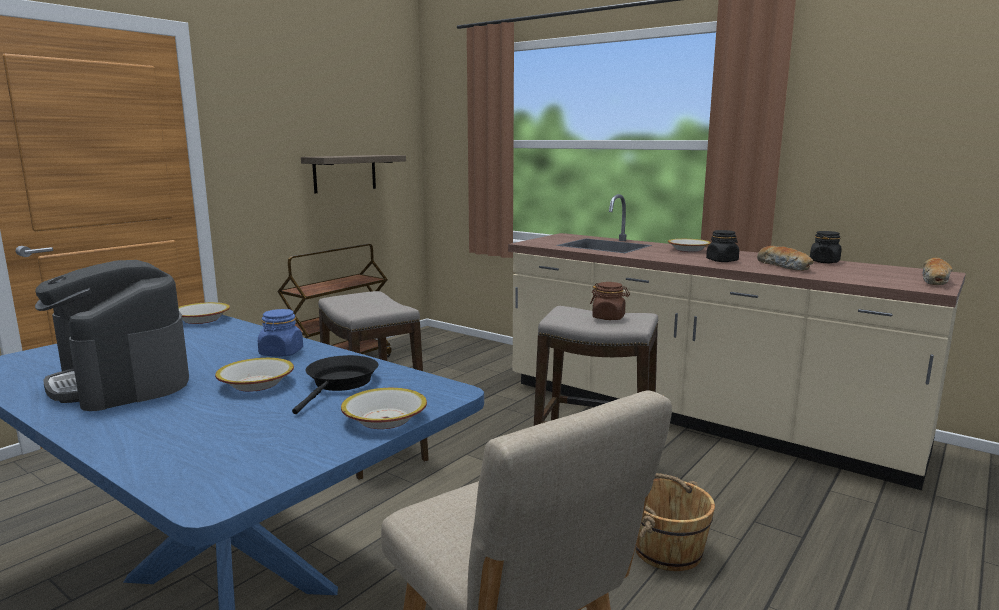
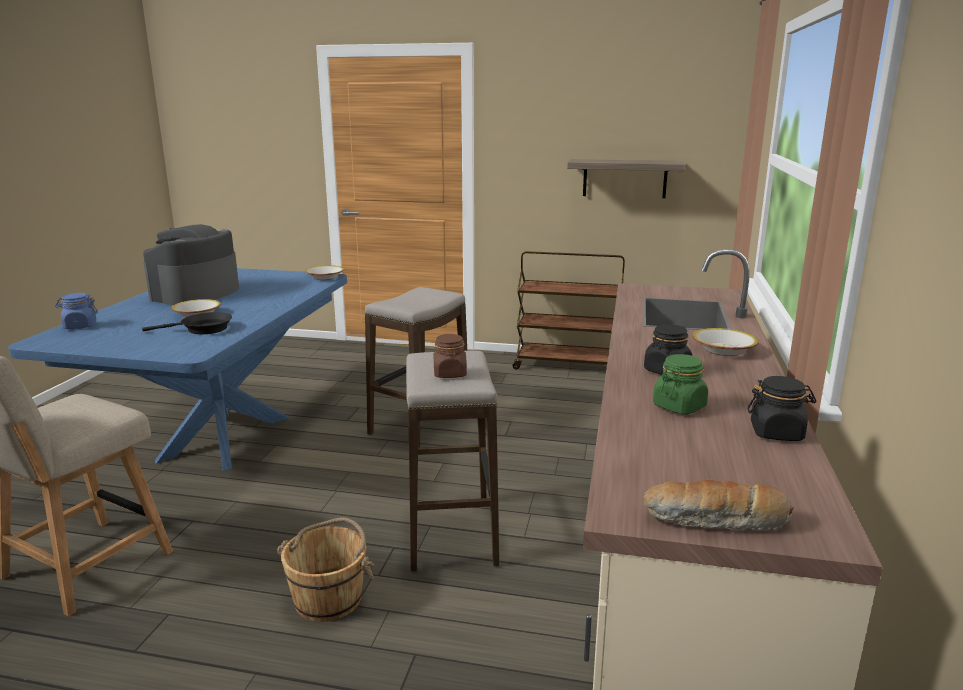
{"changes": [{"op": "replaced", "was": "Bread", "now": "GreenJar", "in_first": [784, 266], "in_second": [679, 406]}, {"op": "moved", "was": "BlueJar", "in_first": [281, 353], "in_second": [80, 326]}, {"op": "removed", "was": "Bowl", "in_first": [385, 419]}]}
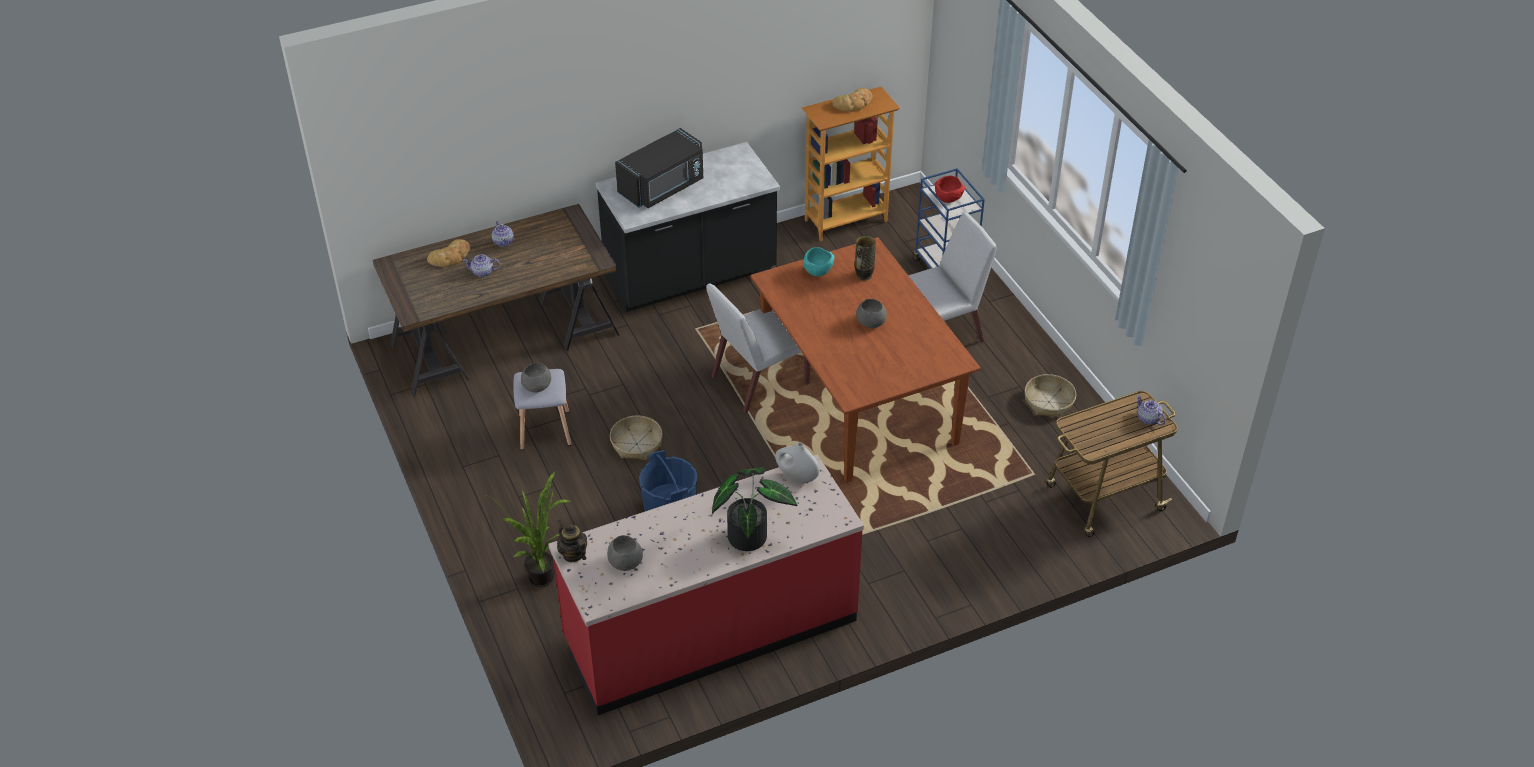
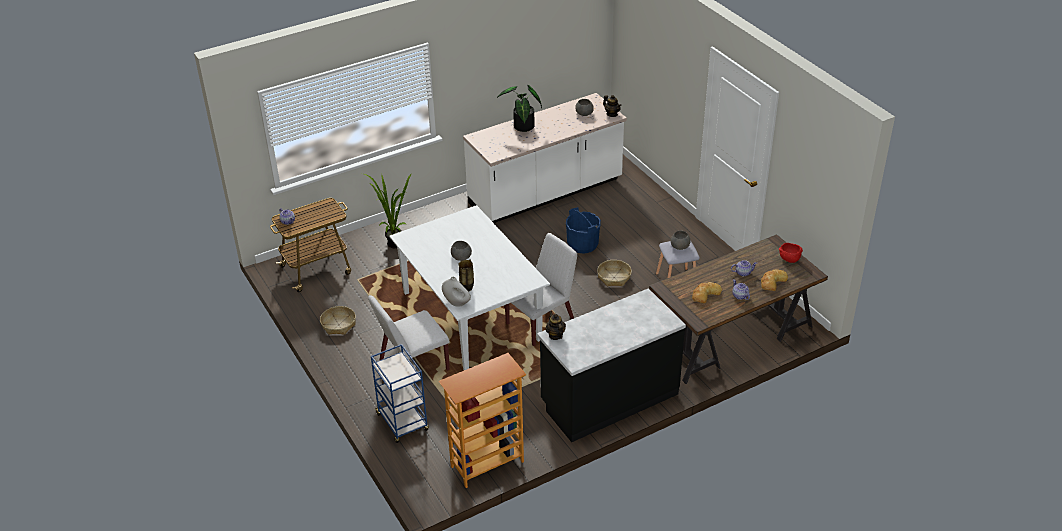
{"changes": [{"op": "moved", "was": "Bread", "in_first": [854, 103], "in_second": [705, 294]}, {"op": "removed", "was": "BlackMicrowave", "in_first": [663, 187]}, {"op": "moved", "was": "RedBowl", "in_first": [948, 199], "in_second": [789, 260]}, {"op": "recoloured", "was": "BrownDiningTable", "now": "WhiteDiningTable", "in_first": [857, 399], "in_second": [472, 316]}, {"op": "removed", "was": "TurquoiseBowl", "in_first": [818, 271]}, {"op": "moved", "was": "WhiteVase", "in_first": [796, 477], "in_second": [457, 303]}, {"op": "recoloured", "was": "RedCounter", "now": "WhiteCounter", "in_first": [710, 630], "in_second": [546, 193]}, {"op": "moved", "was": "PottedPlant", "in_first": [545, 582], "in_second": [392, 242]}, {"op": "added", "now": "Teapot", "in_second": [555, 335]}]}
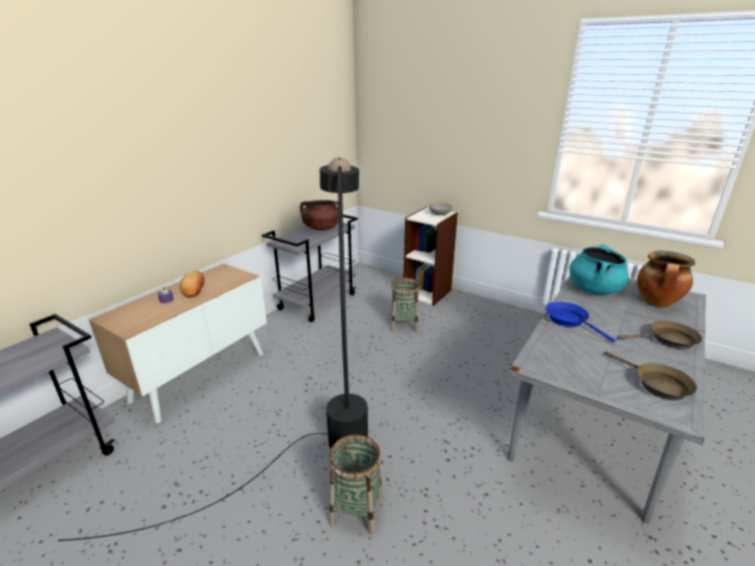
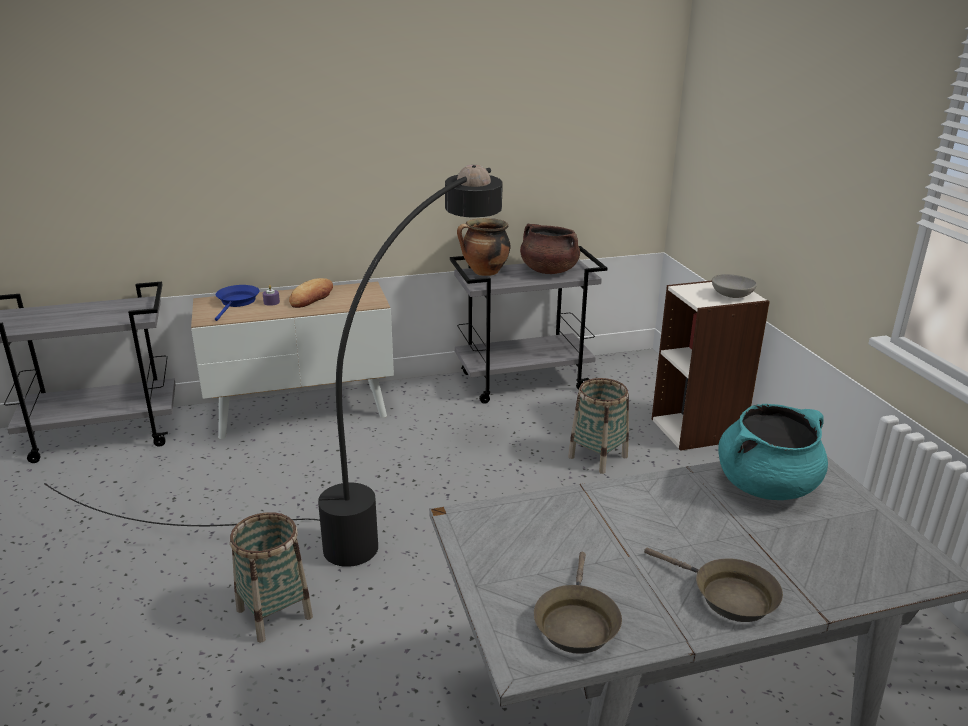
{"changes": [{"op": "moved", "was": "CookingPot", "in_first": [657, 303], "in_second": [484, 272]}, {"op": "moved", "was": "BlueFryingPan", "in_first": [569, 321], "in_second": [237, 302]}]}
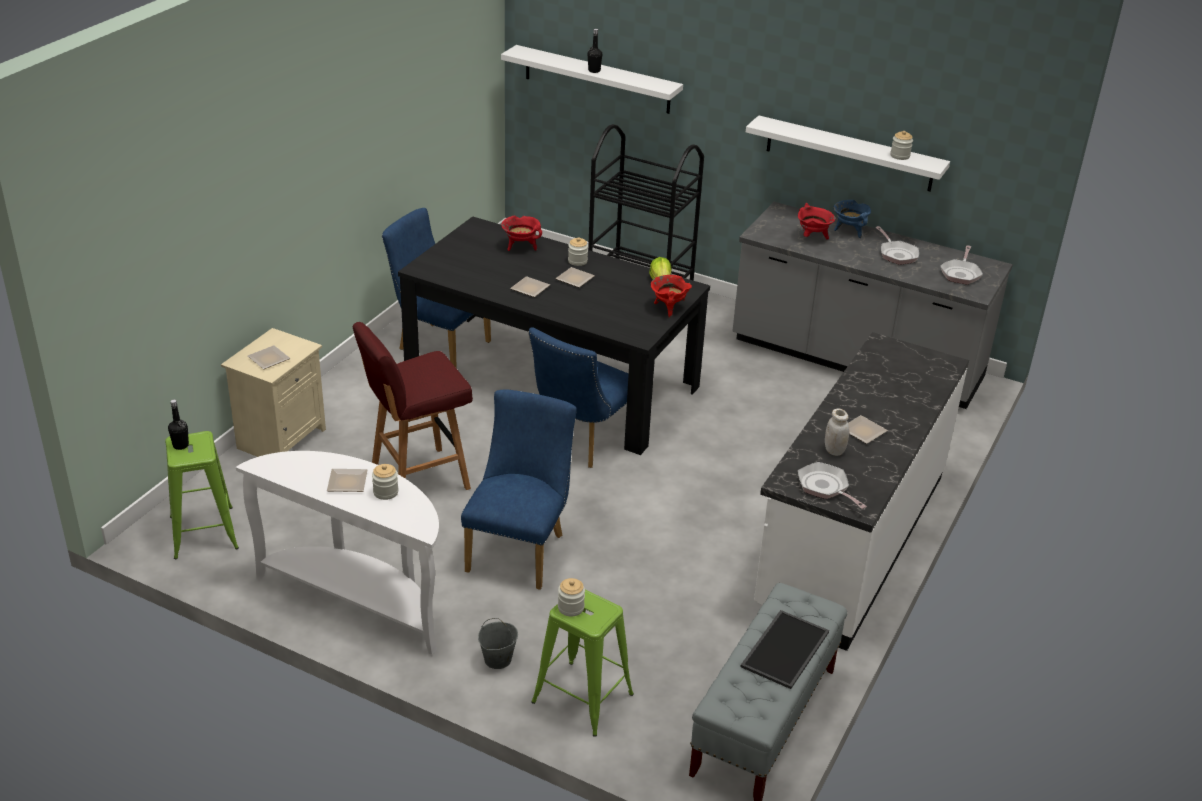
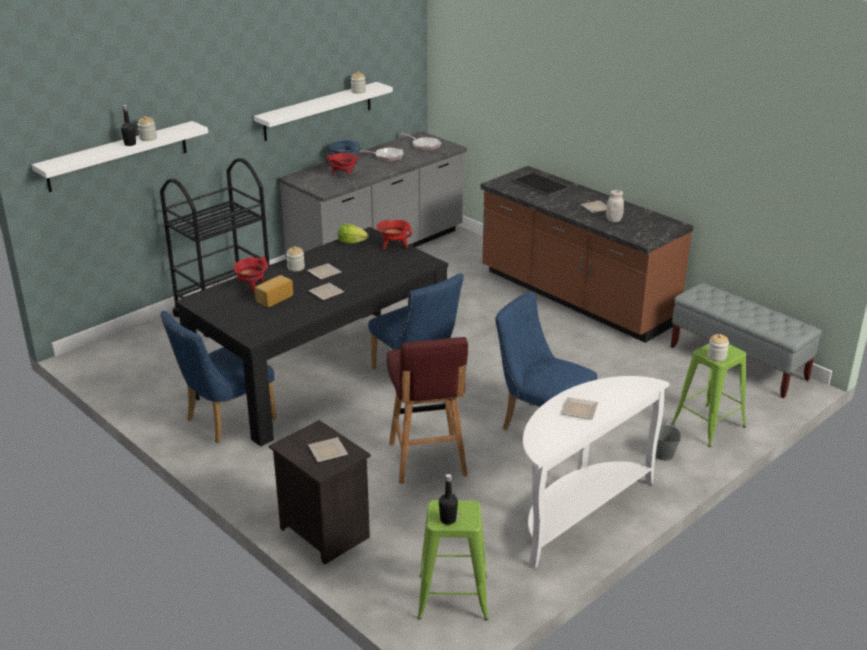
{"changes": [{"op": "recoloured", "was": "BeigeNightstand", "now": "BlackNightstand", "in_first": [281, 438], "in_second": [322, 533]}, {"op": "recoloured", "was": "WhiteCounter", "now": "BrownCounter", "in_first": [850, 541], "in_second": [575, 298]}, {"op": "removed", "was": "FryingPan", "in_first": [825, 487]}, {"op": "moved", "was": "Jar", "in_first": [385, 492], "in_second": [148, 138]}, {"op": "moved", "was": "Tray", "in_first": [784, 648], "in_second": [539, 185]}, {"op": "added", "now": "Bread", "in_second": [273, 298]}]}
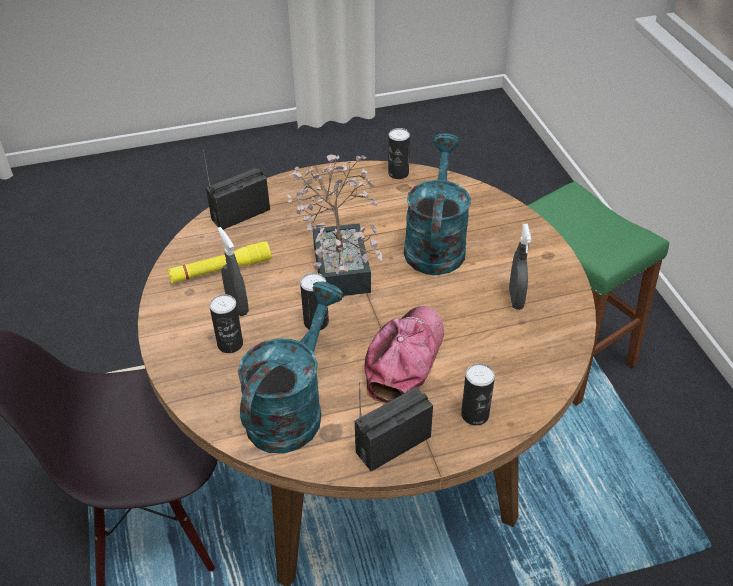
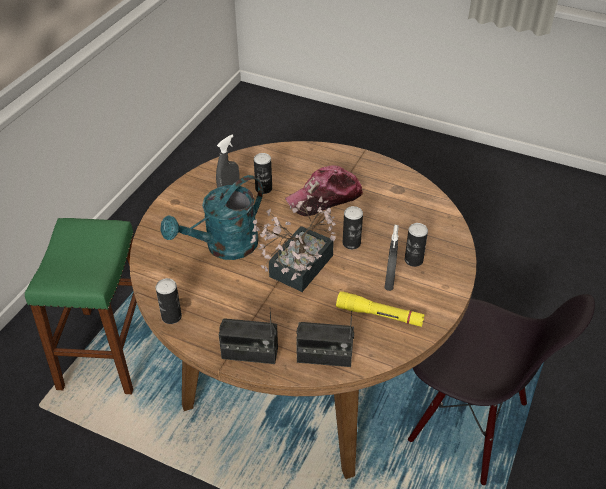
{"changes": [{"op": "removed", "was": "TurquoiseWateringCan", "in_first": [291, 408]}, {"op": "moved", "was": "Can", "in_first": [475, 414], "in_second": [263, 189]}, {"op": "moved", "was": "Radio", "in_first": [393, 444], "in_second": [249, 353]}]}
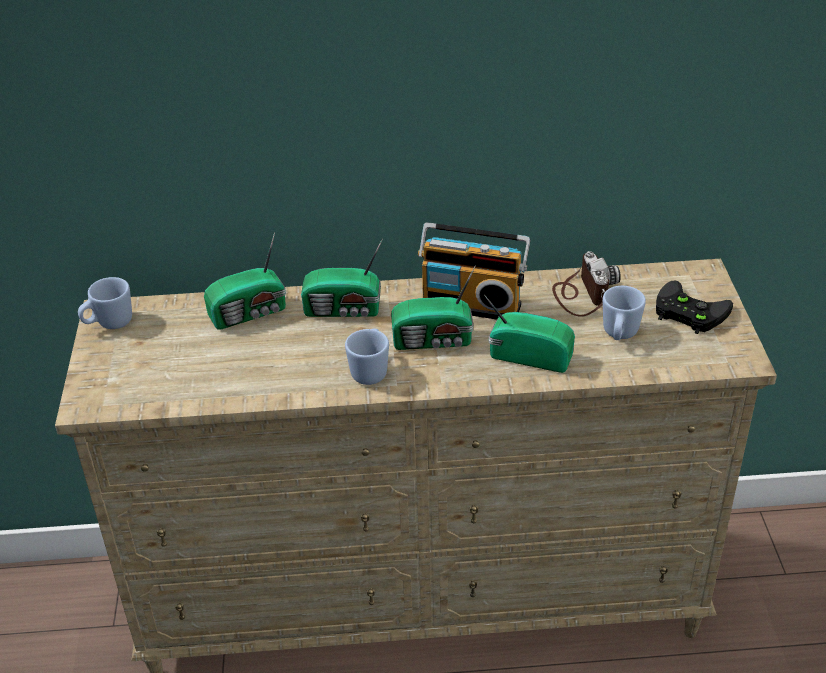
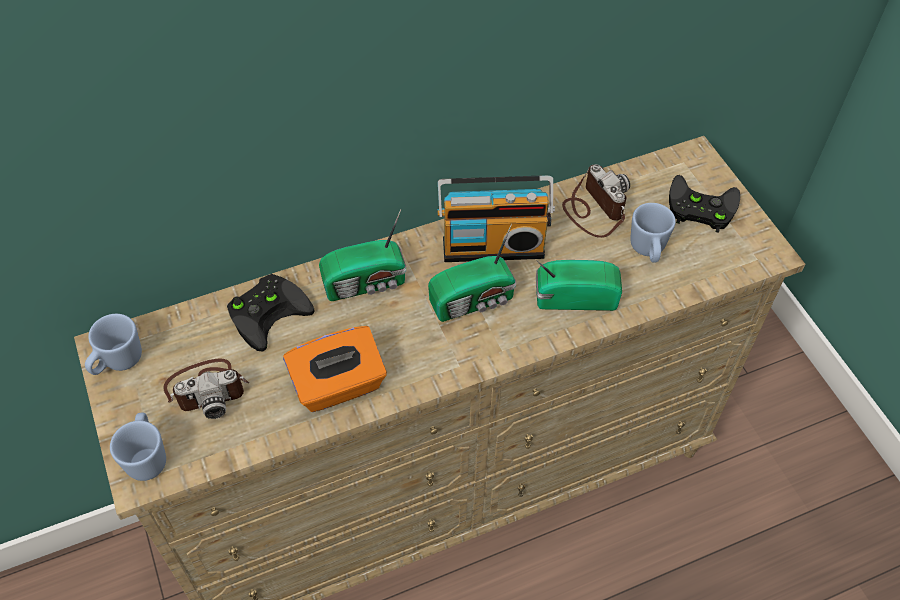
{"changes": [{"op": "replaced", "was": "Radio", "now": "BlackGameController", "in_first": [250, 313], "in_second": [269, 311]}, {"op": "moved", "was": "BlueMug", "in_first": [370, 370], "in_second": [147, 457]}, {"op": "added", "now": "OrangeTissueBox", "in_second": [339, 385]}, {"op": "added", "now": "PhotoCamera", "in_second": [207, 388]}]}
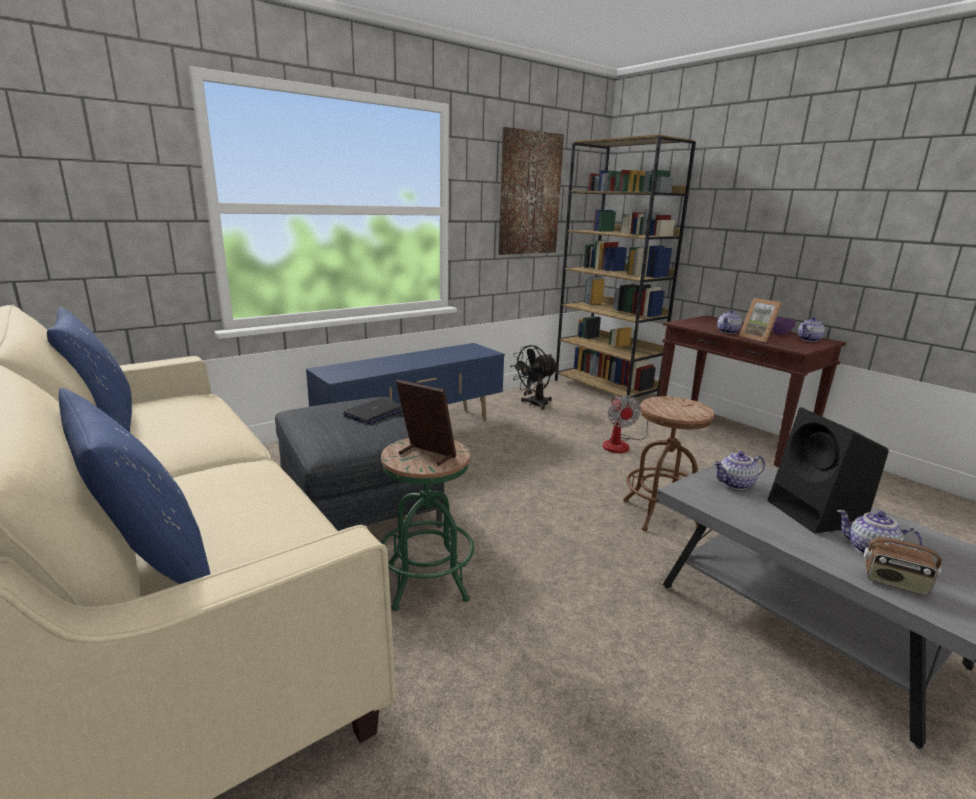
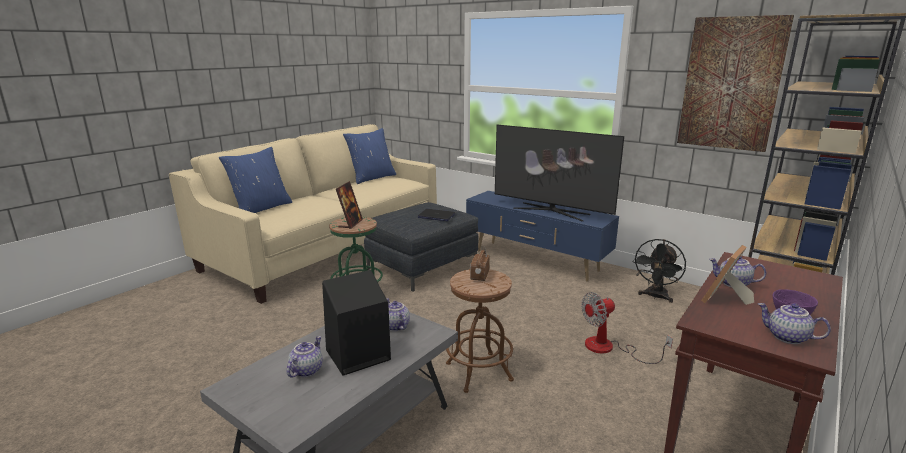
{"changes": [{"op": "turned", "was": "BlackFan", "in_first": [534, 404], "in_second": [655, 297], "clockwise": -90}, {"op": "moved", "was": "Radio", "in_first": [895, 582], "in_second": [479, 276]}, {"op": "added", "now": "Television", "in_second": [551, 211]}]}
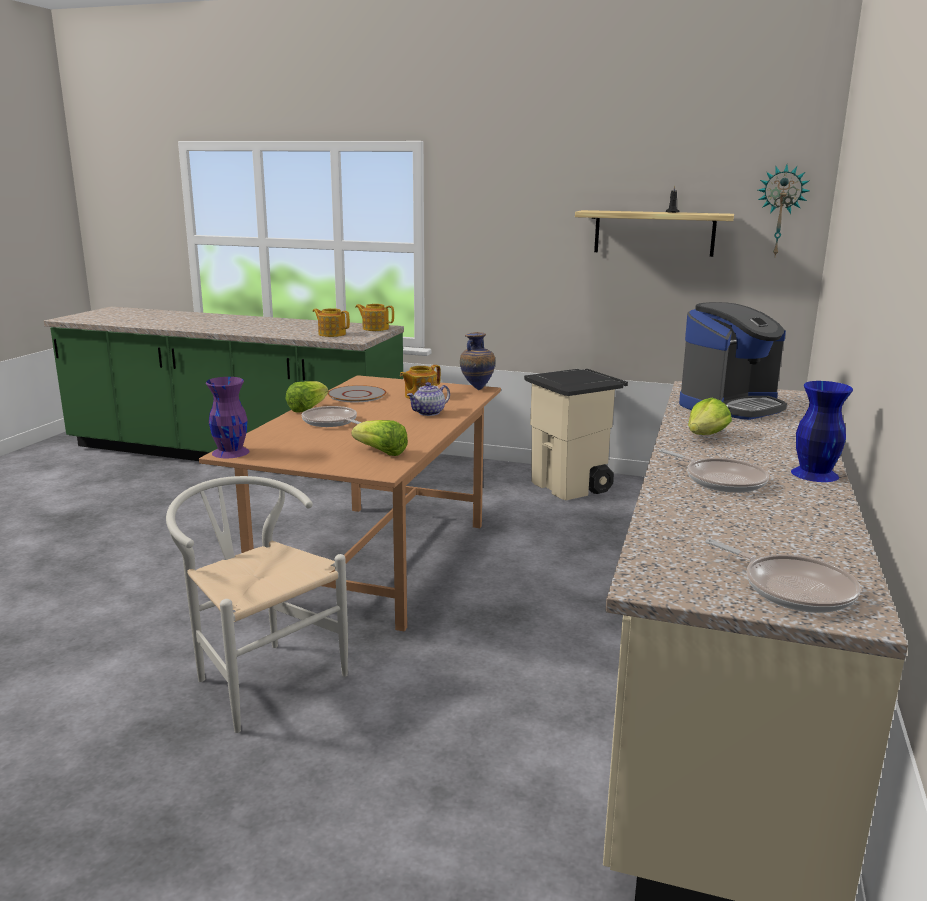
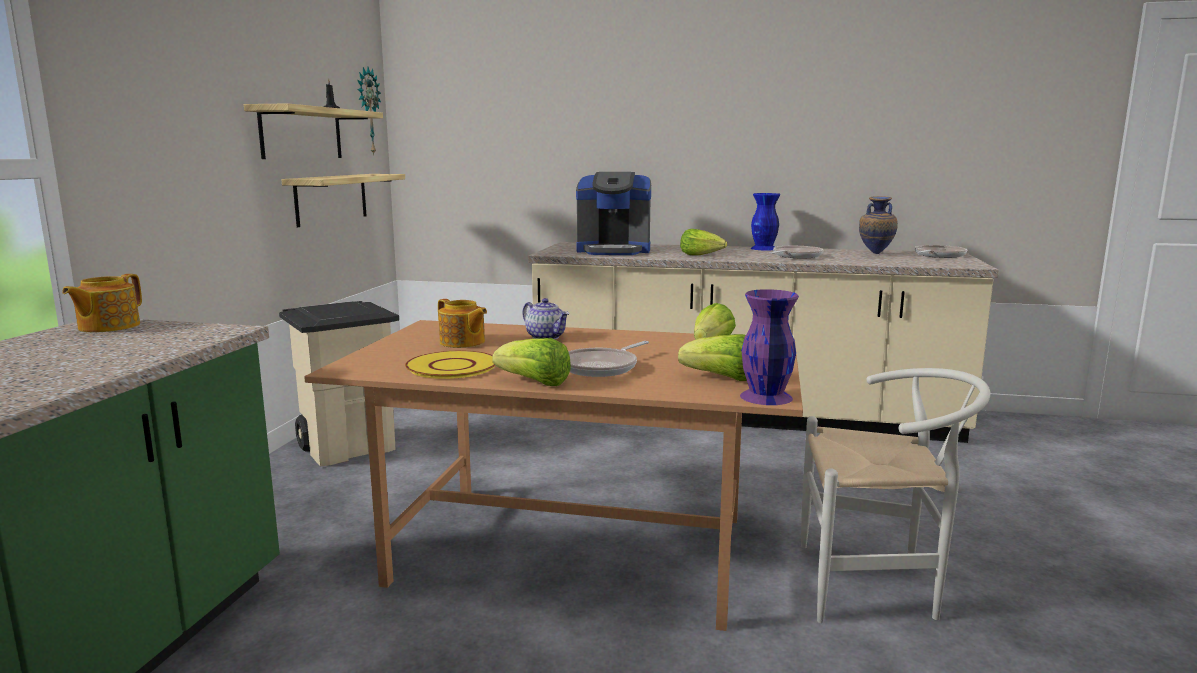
{"changes": [{"op": "turned", "was": "CoffeeMachine", "in_first": [730, 406], "in_second": [614, 251], "clockwise": 135}, {"op": "removed", "was": "Teapot", "in_first": [331, 334]}, {"op": "moved", "was": "Vase", "in_first": [476, 389], "in_second": [875, 254]}, {"op": "recoloured", "was": "GreyPlate", "now": "YellowPlate", "in_first": [356, 395], "in_second": [452, 367]}, {"op": "turned", "was": "WhiteChair", "in_first": [260, 677], "in_second": [877, 586], "clockwise": -120}, {"op": "added", "now": "Shelf", "in_second": [331, 198]}, {"op": "added", "now": "Lettuce", "in_second": [722, 378]}]}
